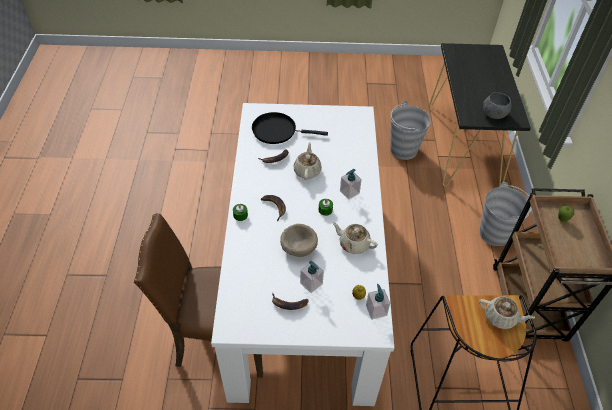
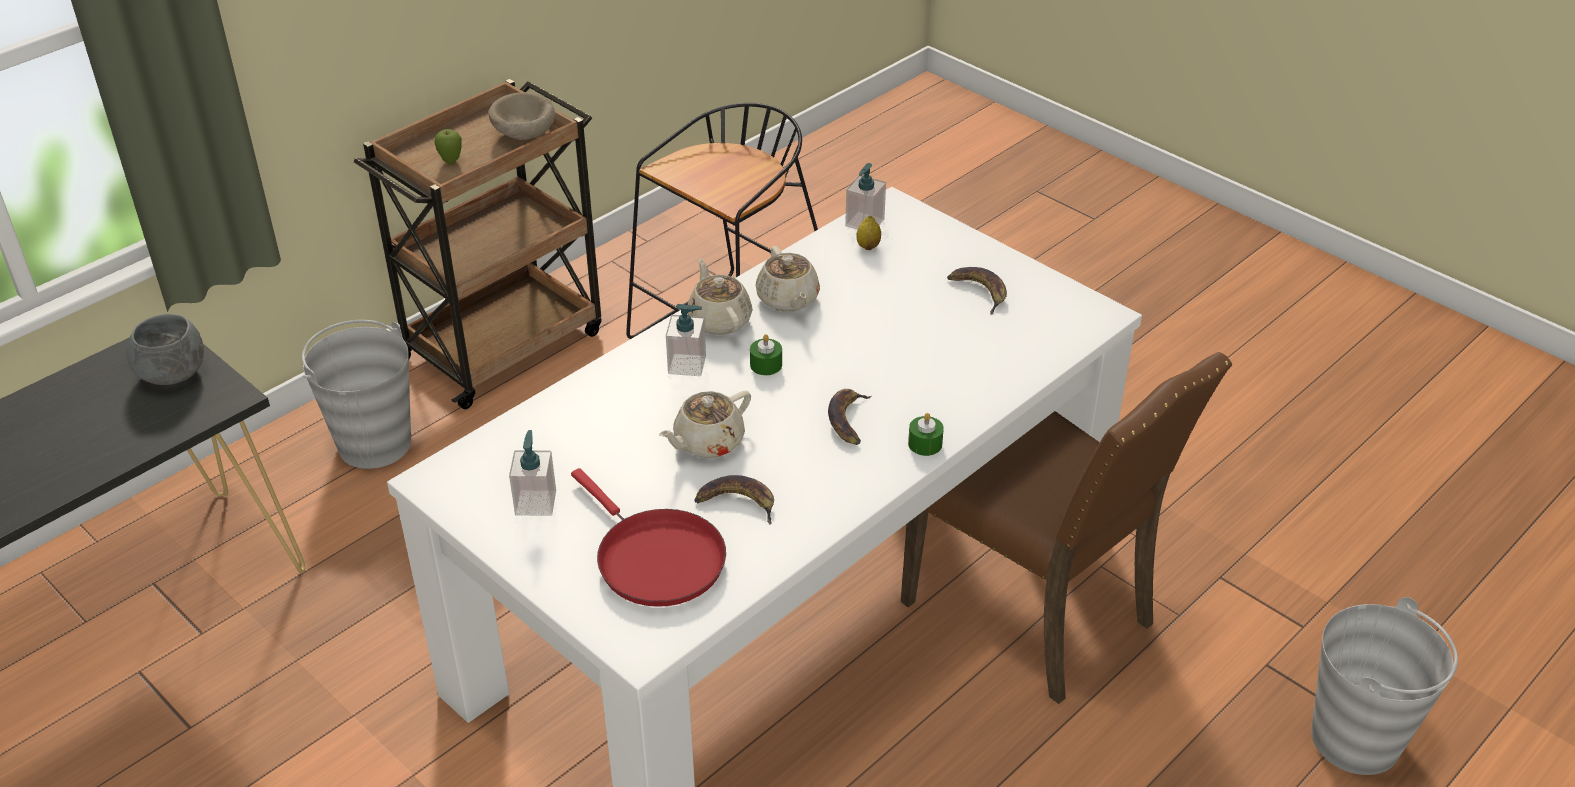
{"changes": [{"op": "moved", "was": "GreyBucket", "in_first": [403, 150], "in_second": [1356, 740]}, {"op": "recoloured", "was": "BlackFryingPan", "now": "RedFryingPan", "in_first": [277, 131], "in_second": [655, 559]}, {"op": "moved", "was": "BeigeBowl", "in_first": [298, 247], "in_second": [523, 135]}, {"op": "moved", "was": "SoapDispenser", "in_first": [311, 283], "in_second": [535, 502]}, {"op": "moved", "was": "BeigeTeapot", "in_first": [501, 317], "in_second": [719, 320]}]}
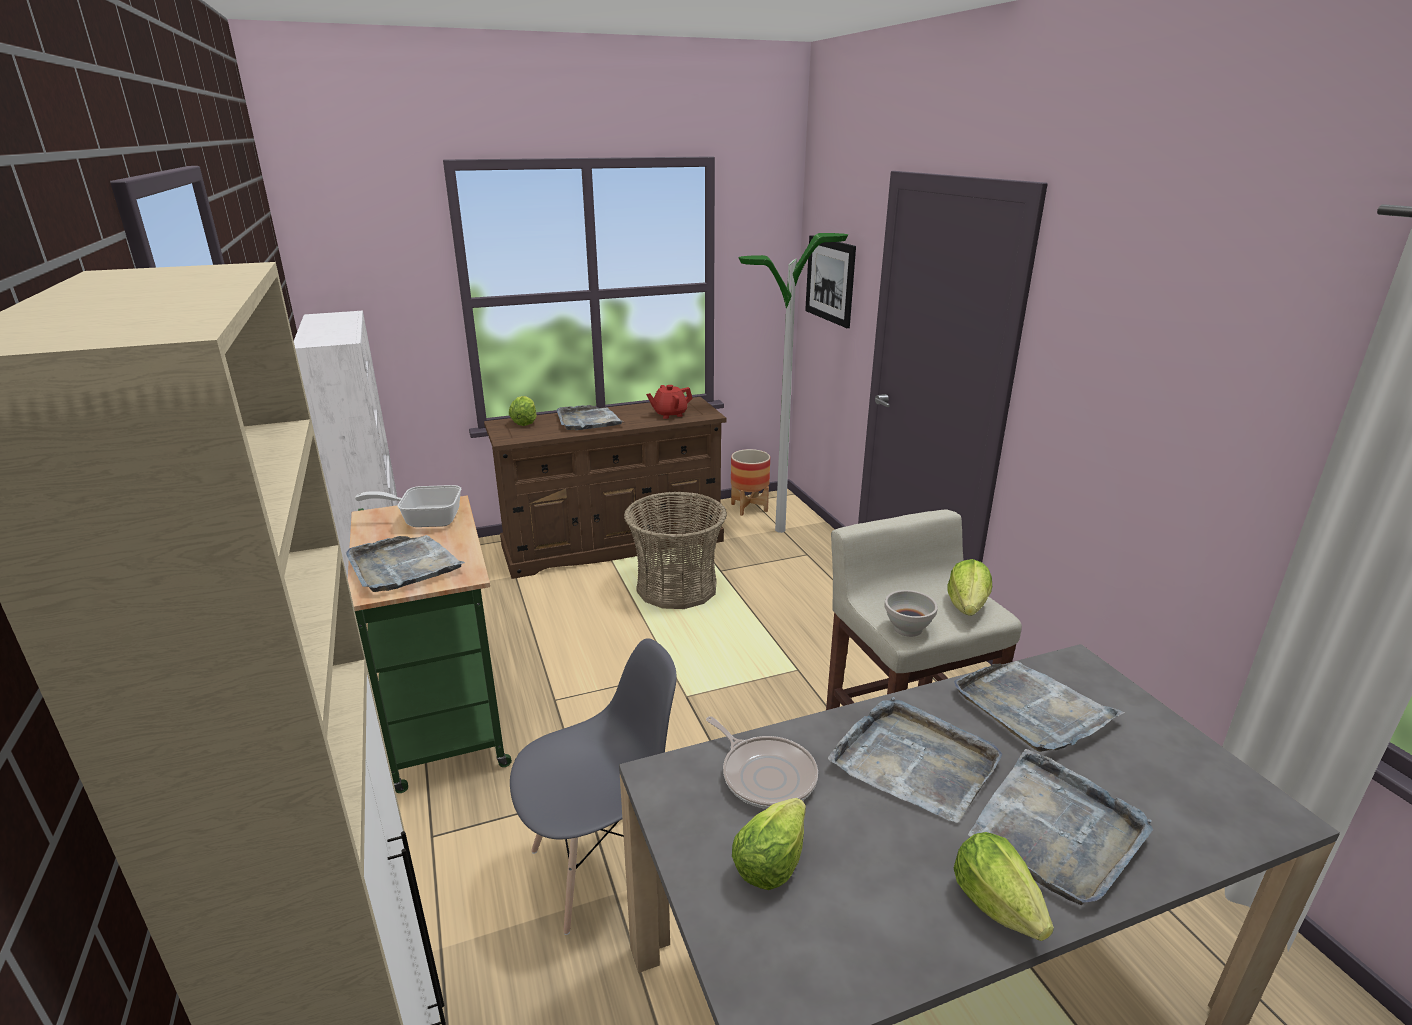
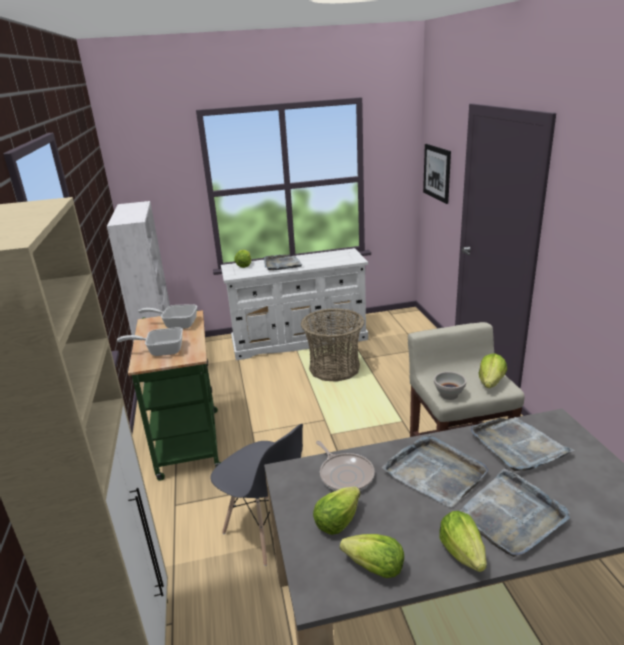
{"changes": [{"op": "removed", "was": "FloorLamp", "in_first": [780, 530]}, {"op": "removed", "was": "RedTeapot", "in_first": [669, 414]}, {"op": "recoloured", "was": "BrownDresser", "now": "WhiteDresser", "in_first": [614, 543], "in_second": [300, 340]}, {"op": "removed", "was": "Planter", "in_first": [749, 508]}, {"op": "replaced", "was": "GreyTray", "now": "FryingPan", "in_first": [403, 566], "in_second": [161, 350]}, {"op": "turned", "was": "GreyChair", "in_first": [601, 869], "in_second": [266, 529], "clockwise": 60}, {"op": "added", "now": "Lettuce", "in_second": [375, 568]}]}
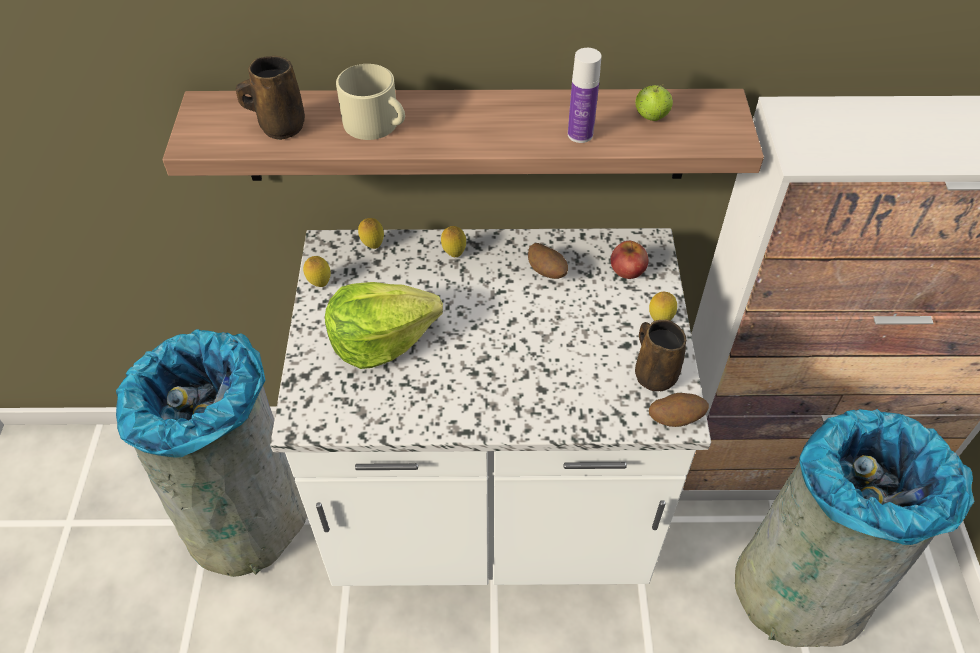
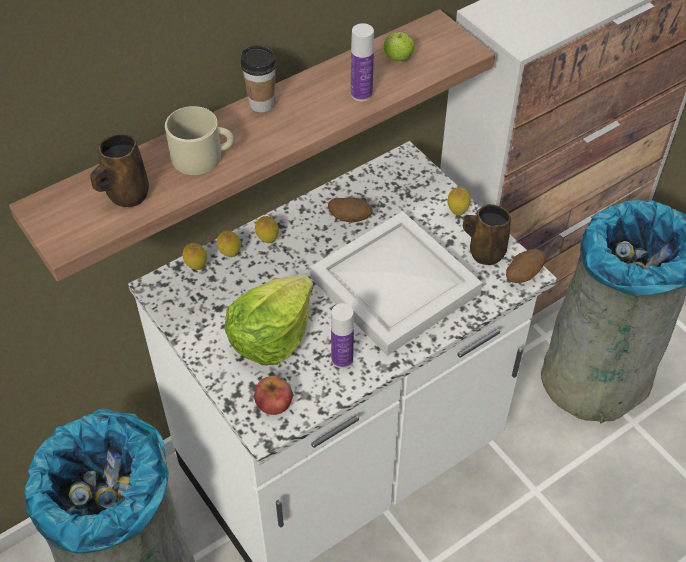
{"changes": [{"op": "moved", "was": "Apple", "in_first": [627, 269], "in_second": [273, 402]}, {"op": "moved", "was": "Lemon", "in_first": [319, 283], "in_second": [230, 254]}, {"op": "added", "now": "Cup", "in_second": [261, 104]}, {"op": "added", "now": "WhiteTray", "in_second": [397, 286]}, {"op": "added", "now": "Bottle", "in_second": [342, 359]}]}
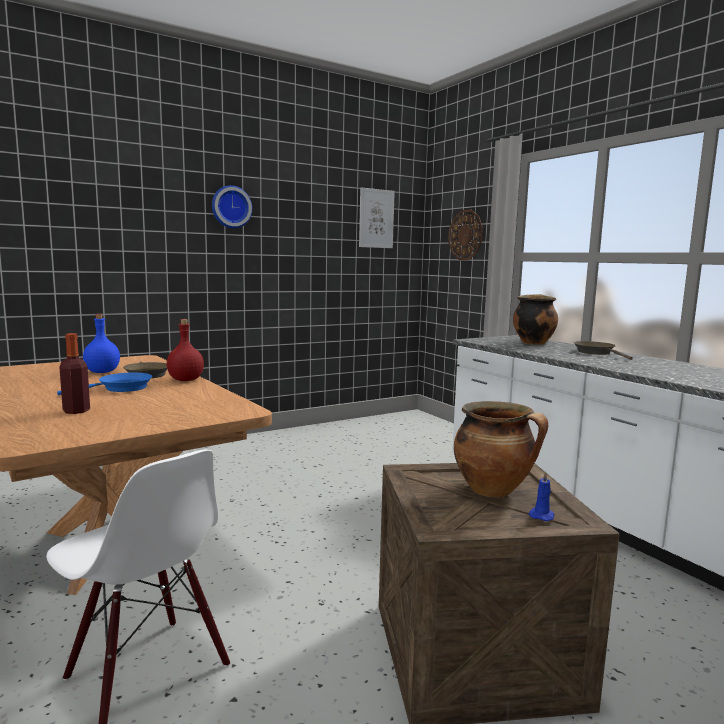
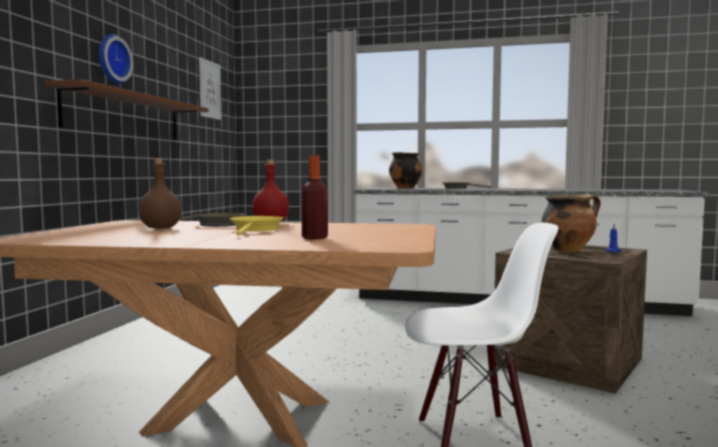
{"changes": [{"op": "removed", "was": "WallClock", "in_first": [465, 235]}, {"op": "recoloured", "was": "BlueBottle", "now": "BrownBottle", "in_first": [102, 372], "in_second": [160, 228]}, {"op": "recoloured", "was": "BlueFryingPan", "now": "YellowFryingPan", "in_first": [121, 388], "in_second": [256, 230]}, {"op": "added", "now": "BrownShelf", "in_second": [125, 116]}]}
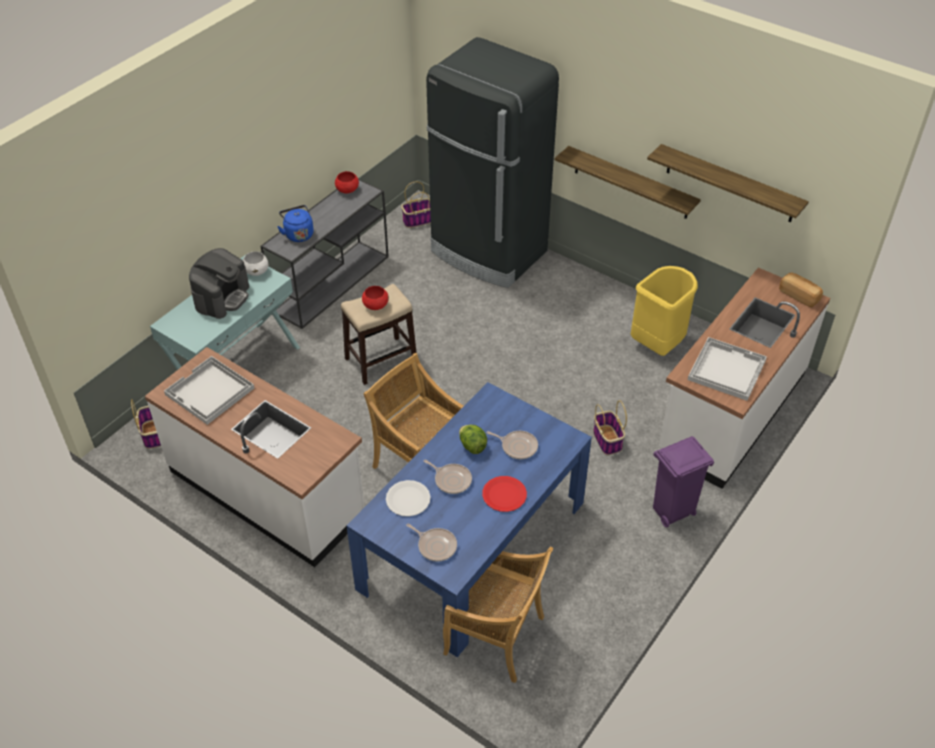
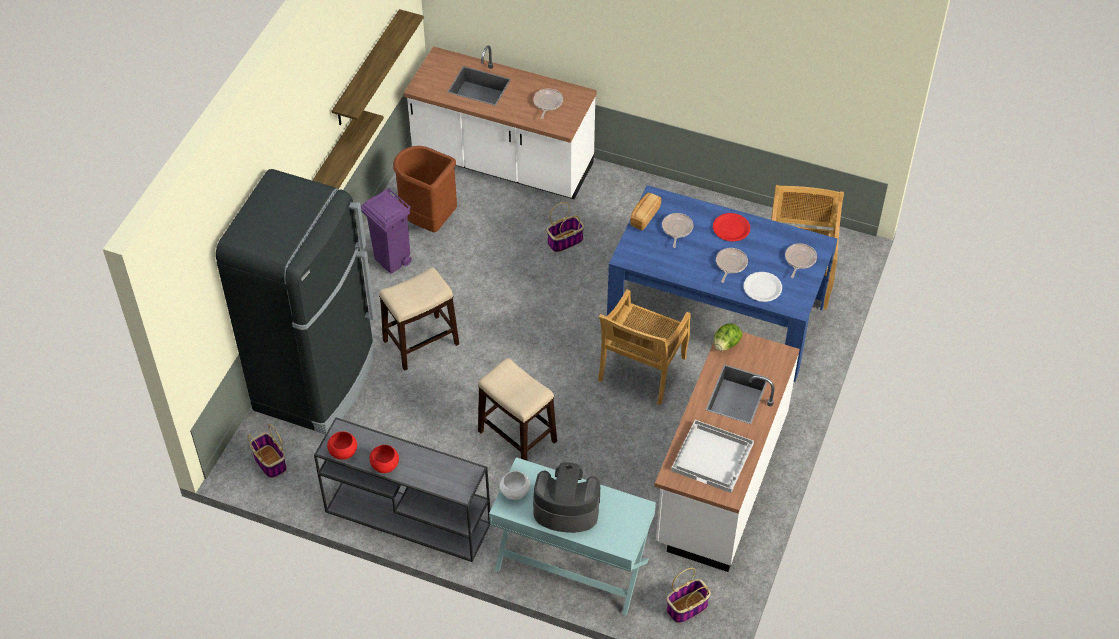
{"changes": [{"op": "removed", "was": "BlueKettle", "in_first": [298, 234]}, {"op": "recoloured", "was": "YellowTrashCan", "now": "BrownTrashCan", "in_first": [658, 344], "in_second": [428, 221]}, {"op": "moved", "was": "Bread", "in_first": [799, 295], "in_second": [644, 216]}, {"op": "moved", "was": "RedBowl", "in_first": [375, 305], "in_second": [384, 465]}, {"op": "replaced", "was": "WhiteTray", "now": "FryingPan", "in_first": [726, 369], "in_second": [547, 103]}, {"op": "moved", "was": "Lettuce", "in_first": [472, 446], "in_second": [726, 344]}, {"op": "moved", "was": "PurpleTrashCan", "in_first": [671, 513], "in_second": [392, 261]}, {"op": "added", "now": "Stool", "in_second": [421, 342]}]}
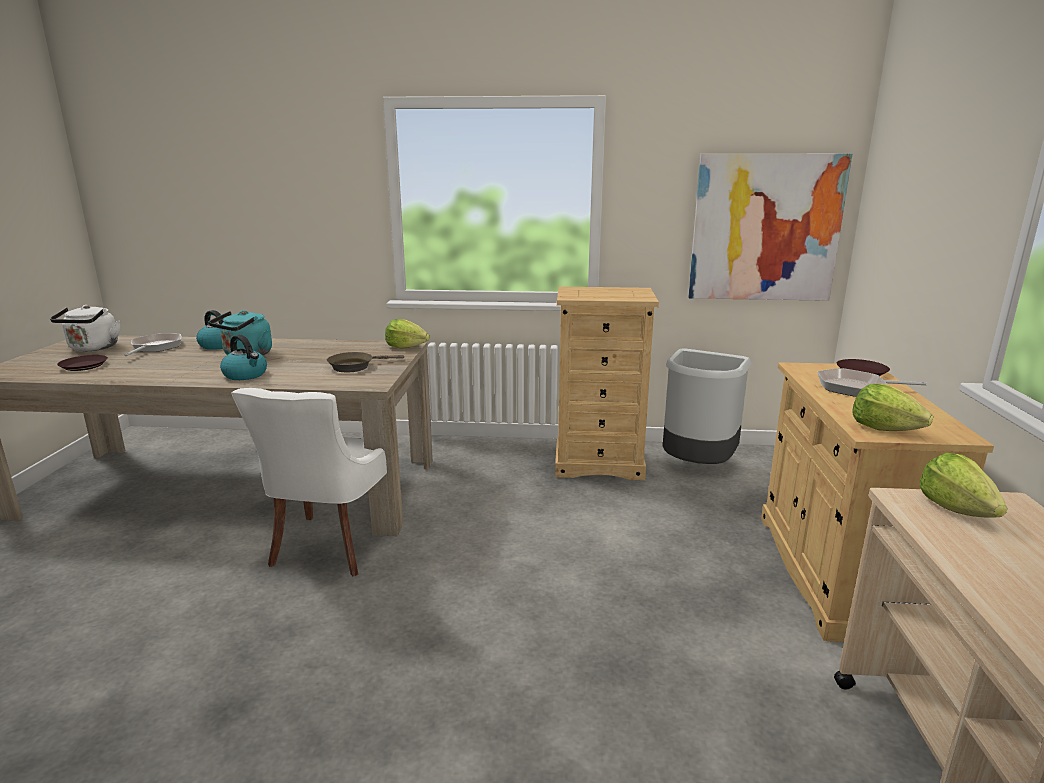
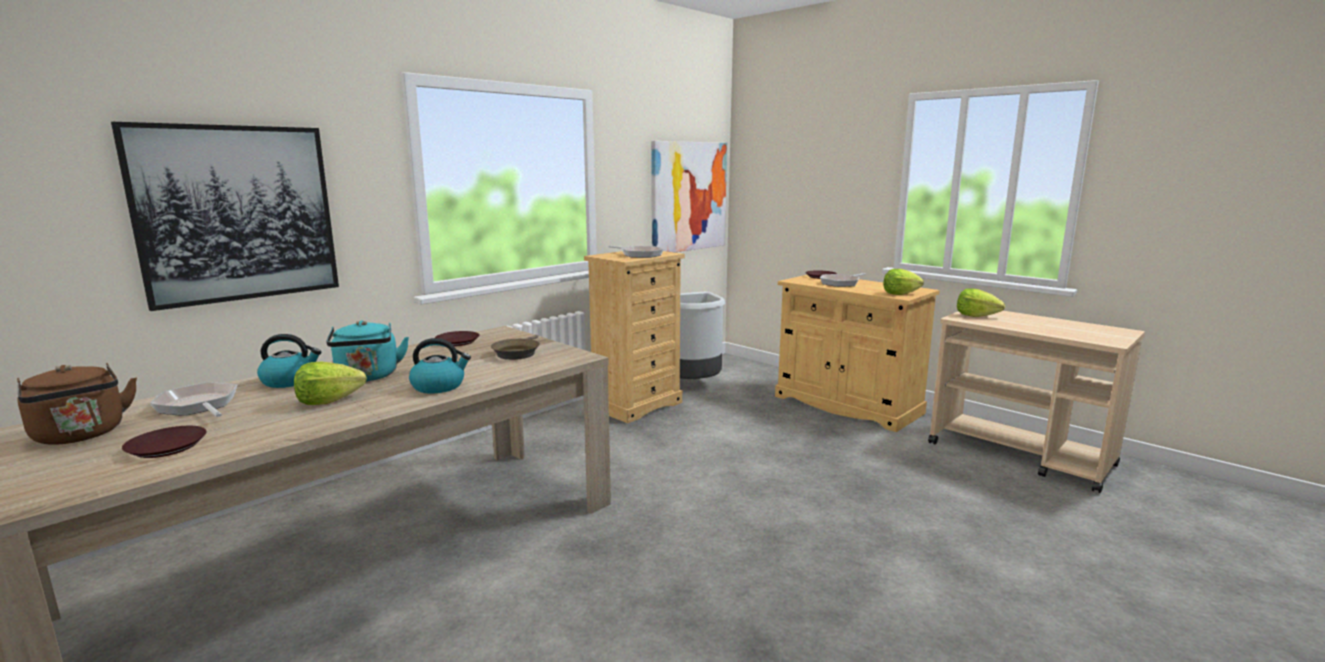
{"changes": [{"op": "recoloured", "was": "WhiteKettle", "now": "BrownKettle", "in_first": [93, 348], "in_second": [81, 435]}, {"op": "moved", "was": "Lettuce", "in_first": [406, 347], "in_second": [328, 401]}, {"op": "removed", "was": "WhiteChair", "in_first": [331, 546]}, {"op": "added", "now": "Picture", "in_second": [237, 214]}, {"op": "added", "now": "FryingPan", "in_second": [639, 255]}, {"op": "added", "now": "BrownPlate", "in_second": [457, 342]}]}
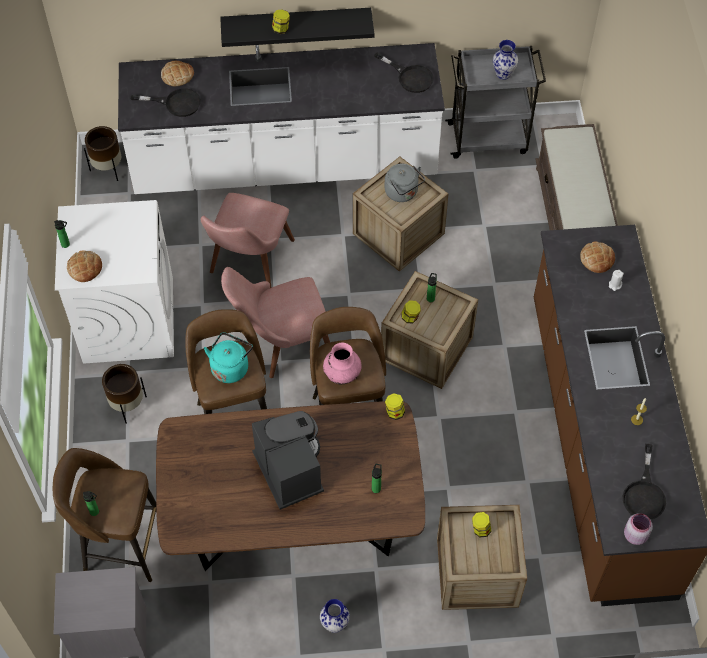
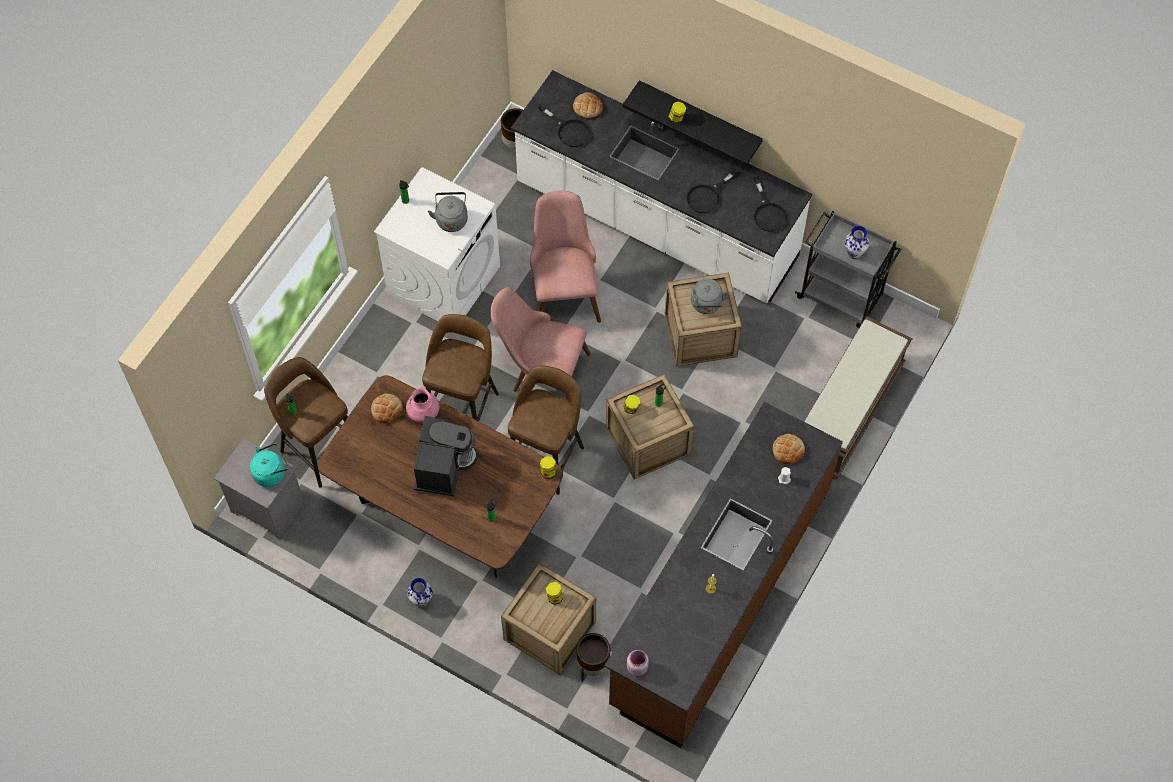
{"changes": [{"op": "turned", "was": "PinkChair", "in_first": [247, 264], "in_second": [564, 289], "clockwise": 120}, {"op": "moved", "was": "Bread", "in_first": [85, 268], "in_second": [386, 409]}, {"op": "moved", "was": "TurquoiseKettle", "in_first": [230, 367], "in_second": [271, 472]}, {"op": "moved", "was": "PinkVase", "in_first": [342, 374], "in_second": [424, 413]}, {"op": "moved", "was": "BrownPlanter", "in_first": [127, 405], "in_second": [593, 665]}, {"op": "moved", "was": "BlackFryingPan", "in_first": [644, 494], "in_second": [707, 196]}, {"op": "added", "now": "GreyKettle", "in_second": [451, 219]}]}
